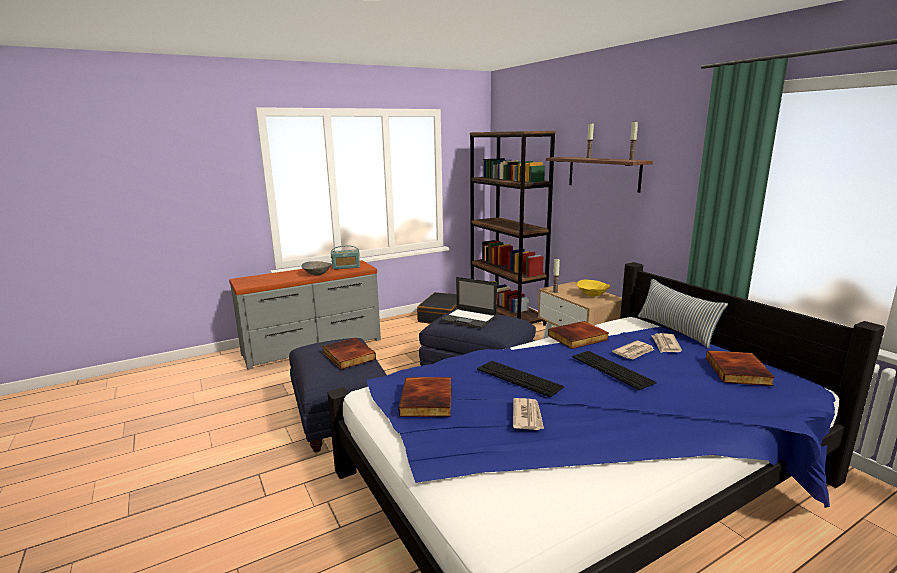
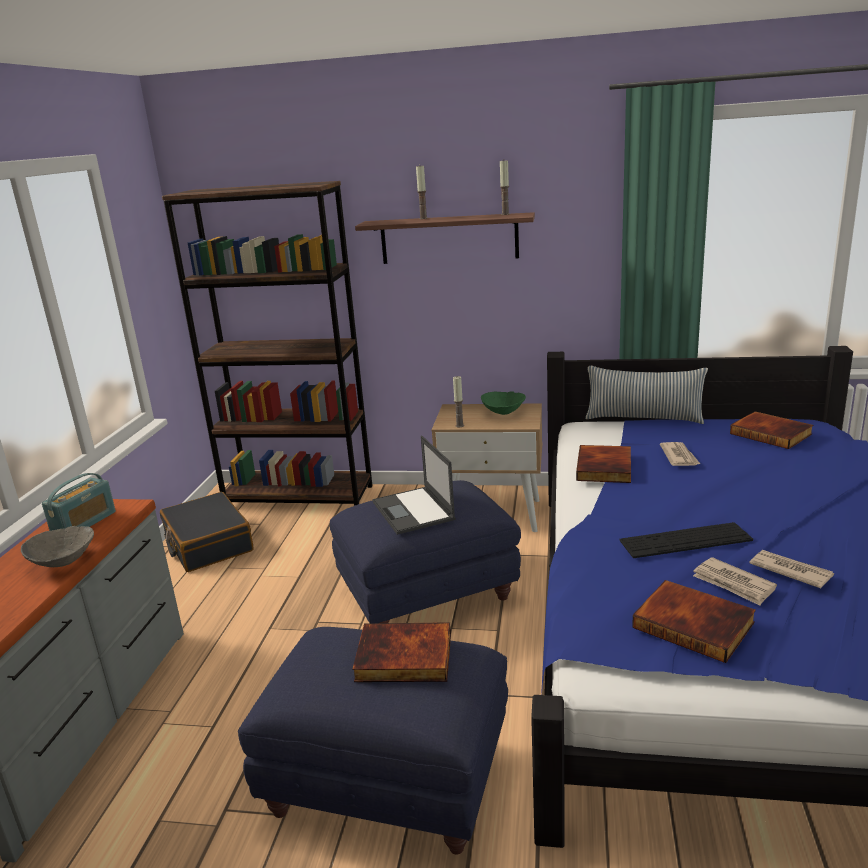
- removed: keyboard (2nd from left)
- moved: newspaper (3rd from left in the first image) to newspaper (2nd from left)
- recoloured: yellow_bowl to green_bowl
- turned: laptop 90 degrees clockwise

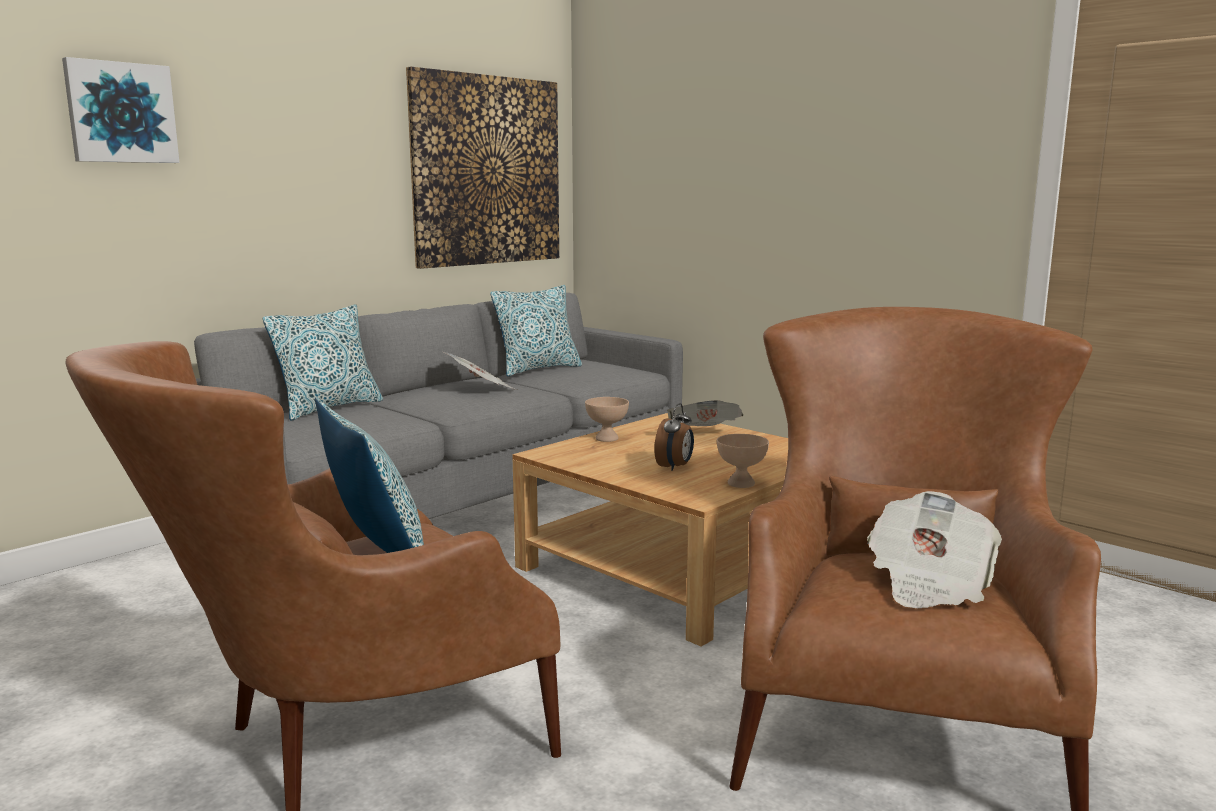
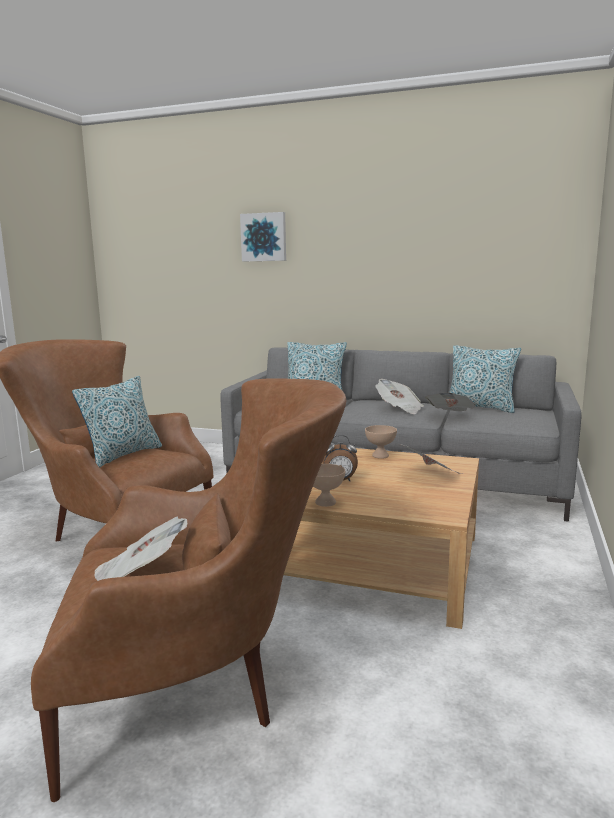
- removed: picture (2nd from left)
- added: newspaper (4th from left)

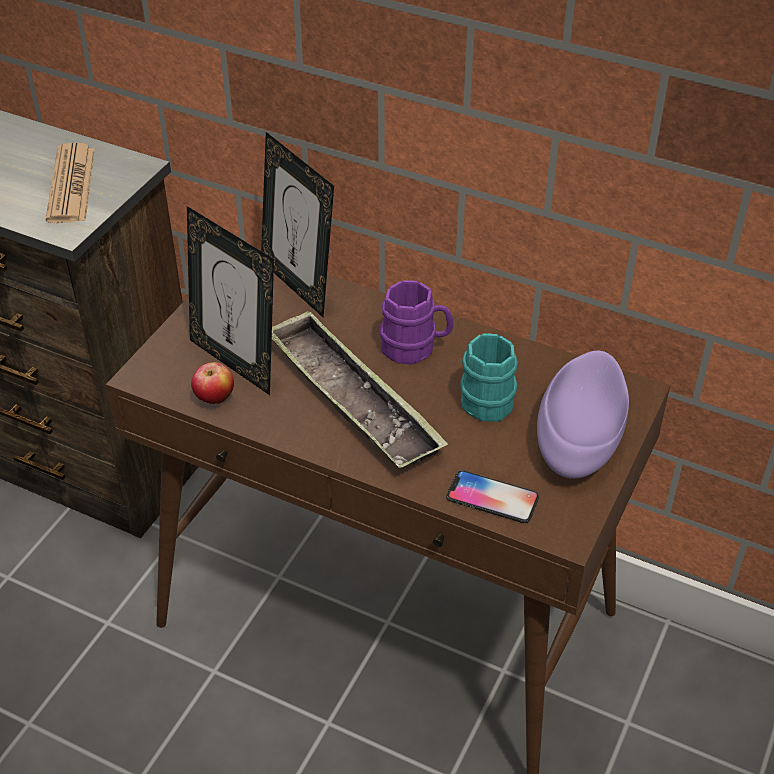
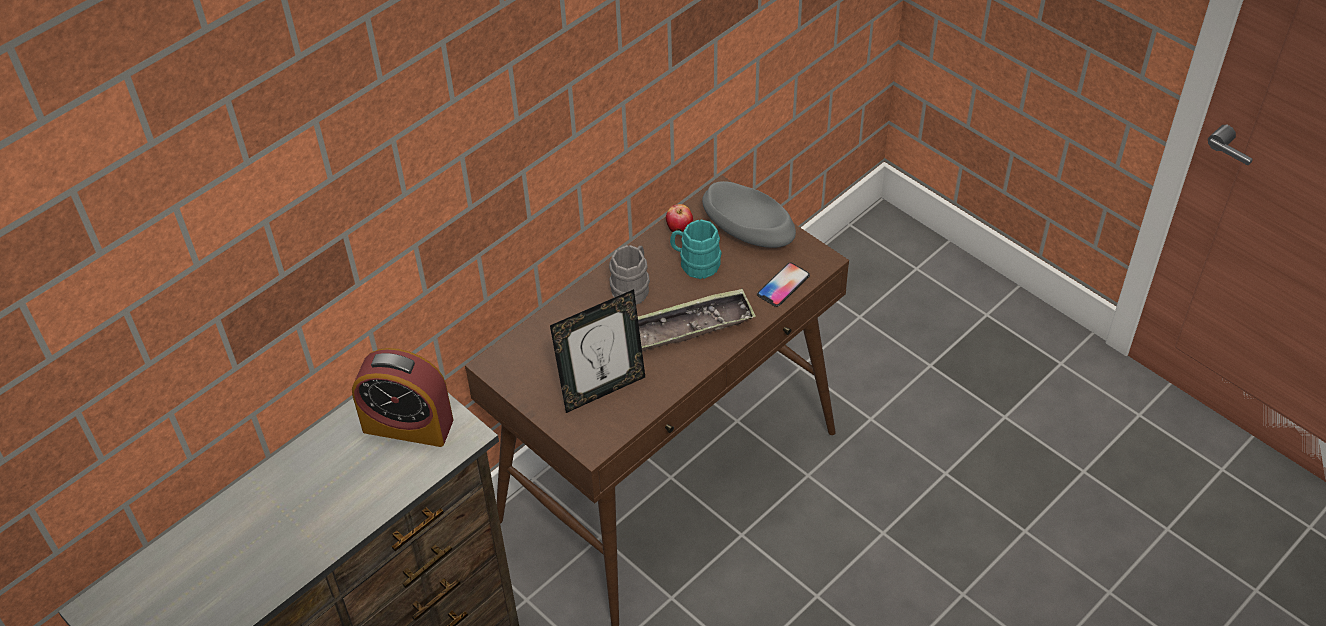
- removed: picture_frame (2nd from left)
- moved: apple
- replaced: newspaper to alarm_clock
- recoloured: purple_mug to grey_mug
- recoloured: purple_bowl to grey_bowl

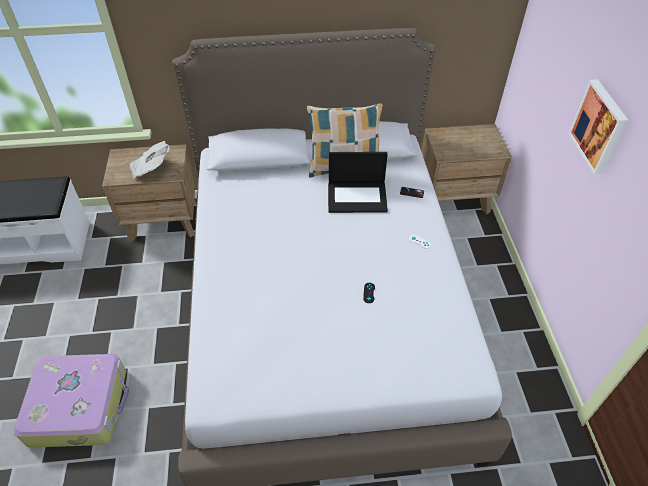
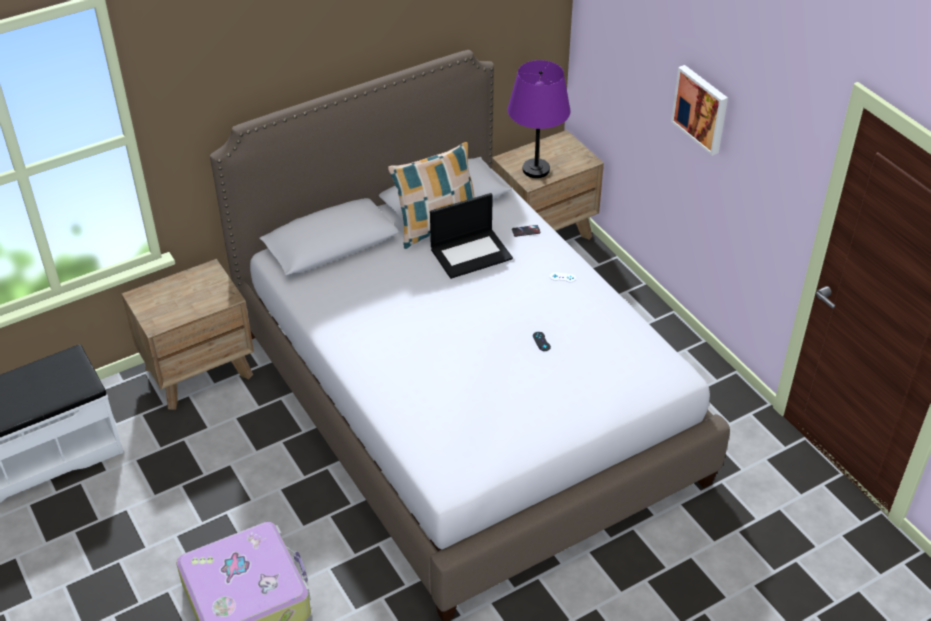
- removed: newspaper
- added: purple_table_lamp

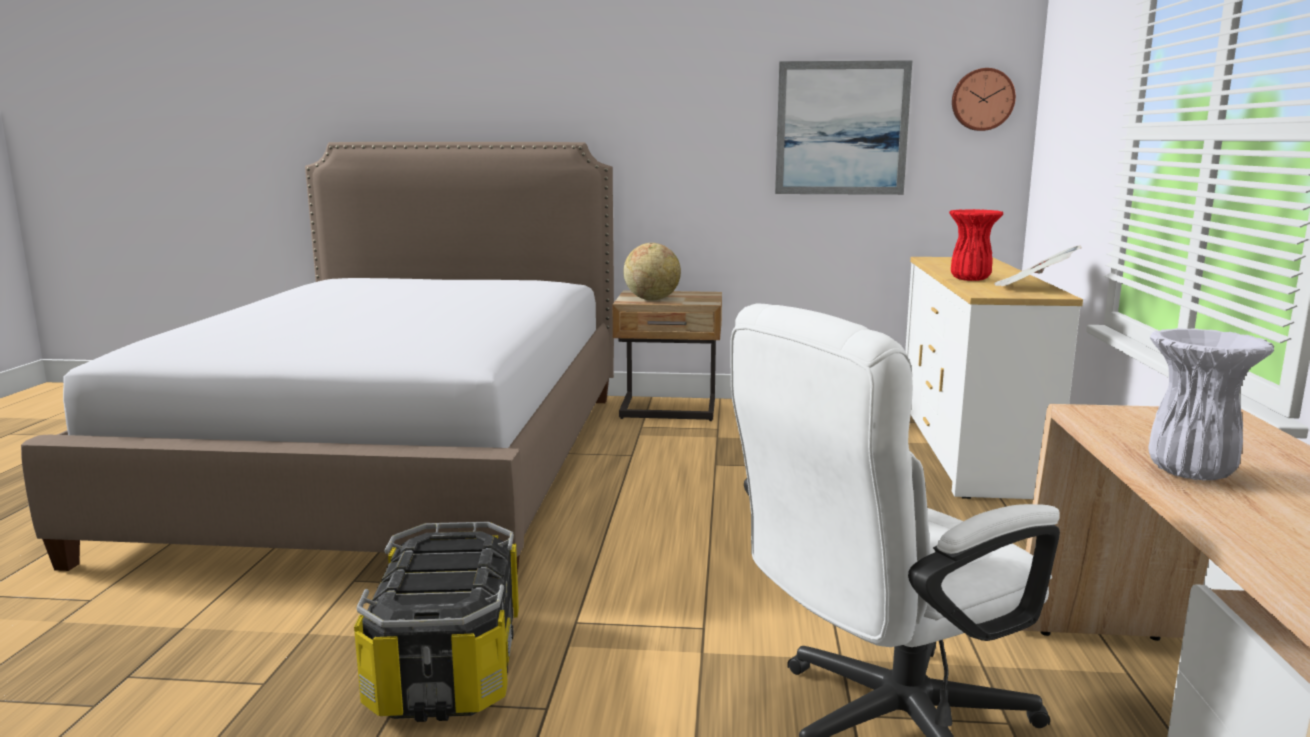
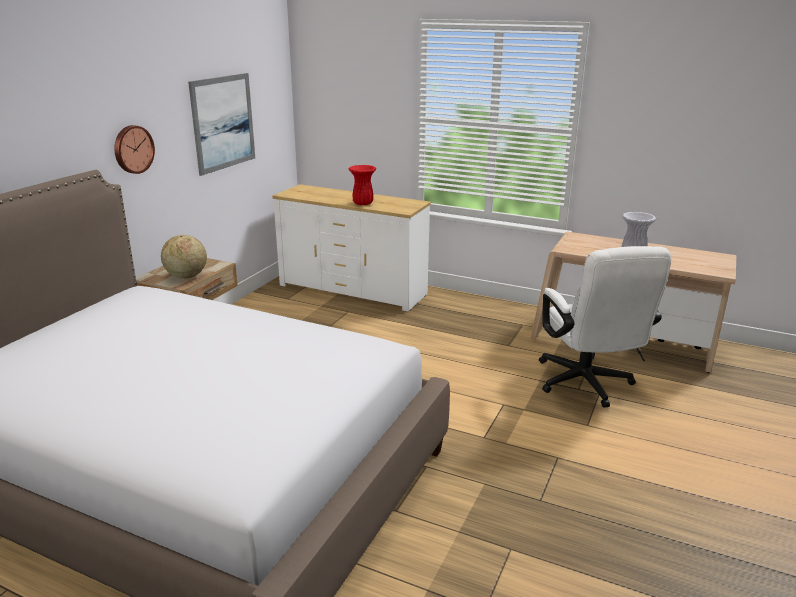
- removed: storage_box
- removed: newspaper
- moved: wall_clock

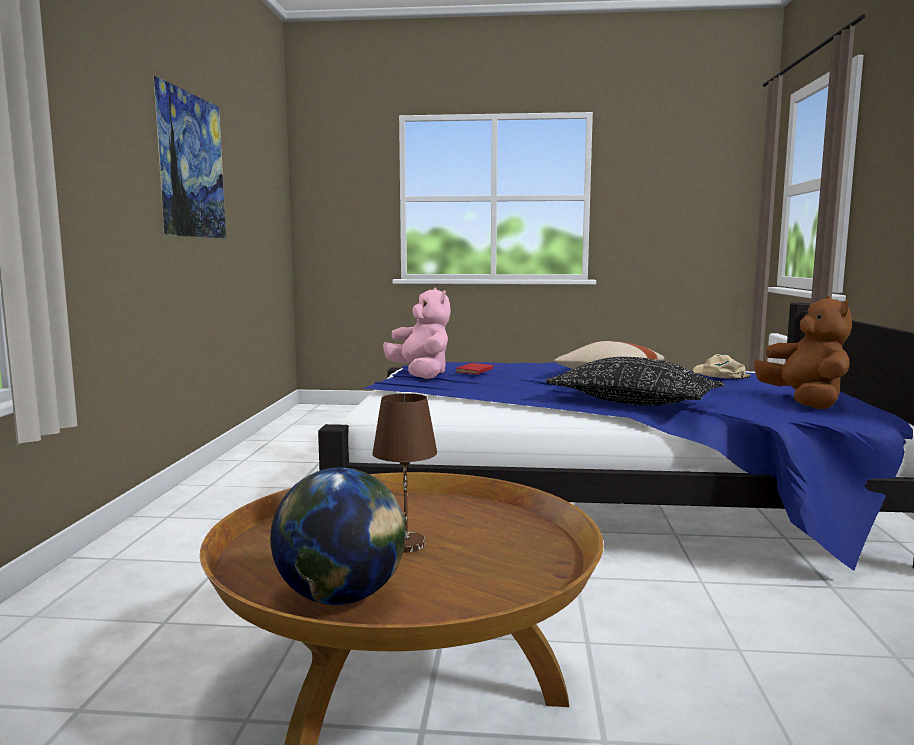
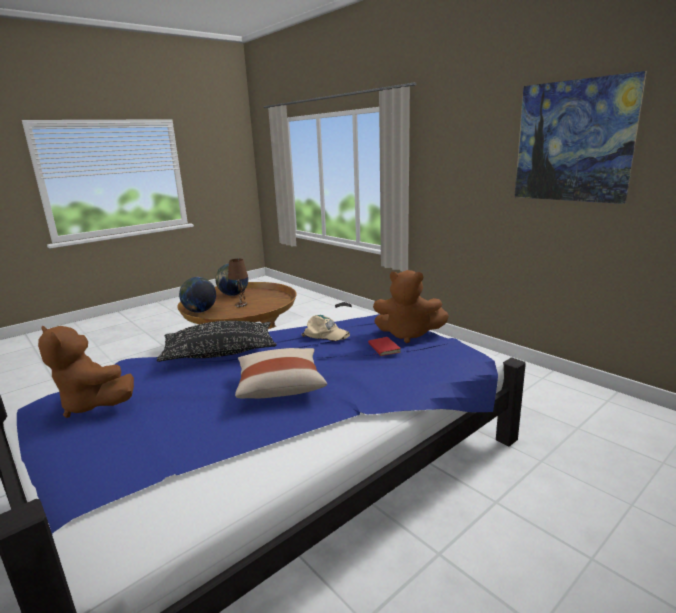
- added: globe (1st from left)
- moved: beige_cap
- recoloured: pink_plush_toy to brown_plush_toy (2nd from left)

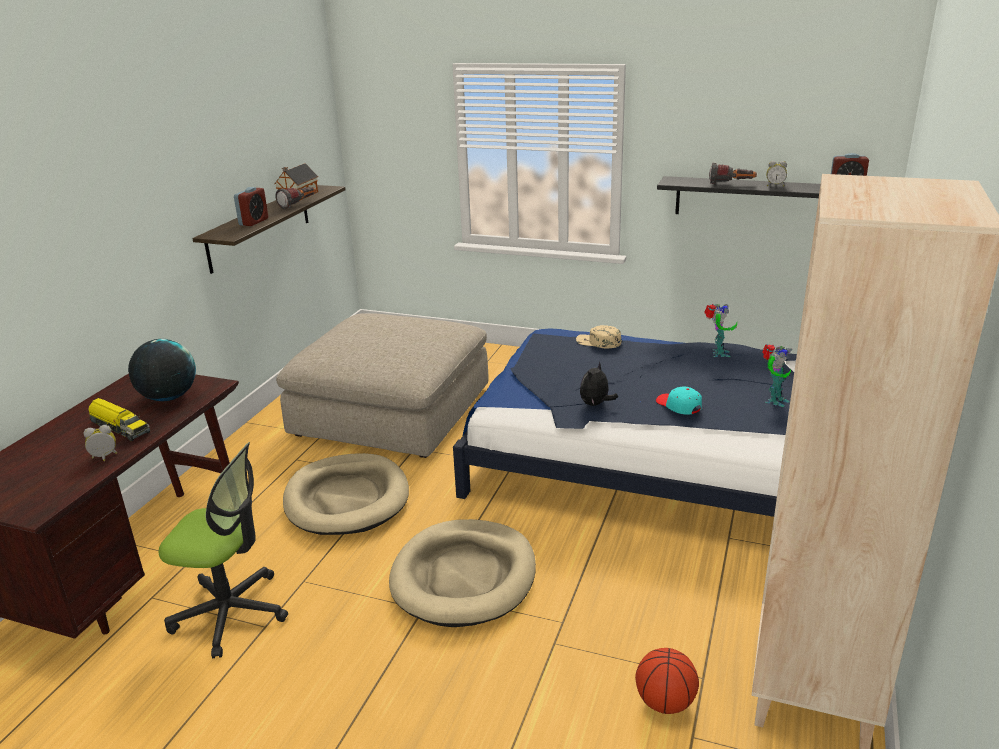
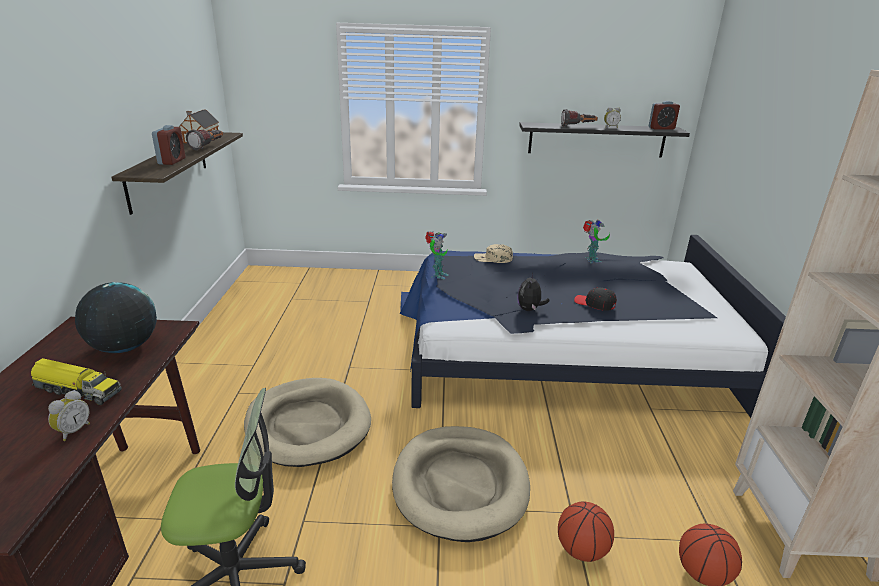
- removed: beige_ottoman
- added: basketball (1st from left)
- moved: toy_robot (2nd from left in the first image) to toy_robot (1st from left)
- recoloured: turquoise_cap to black_cap
- turned: alarm_clock (1st from left) 150 degrees clockwise

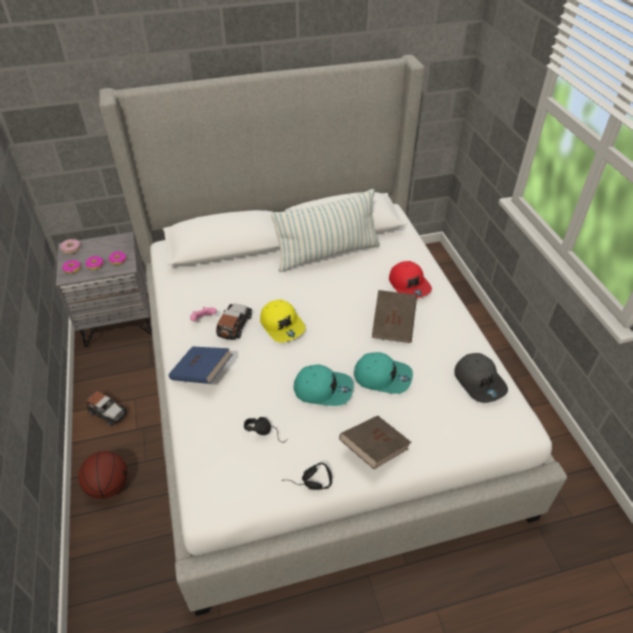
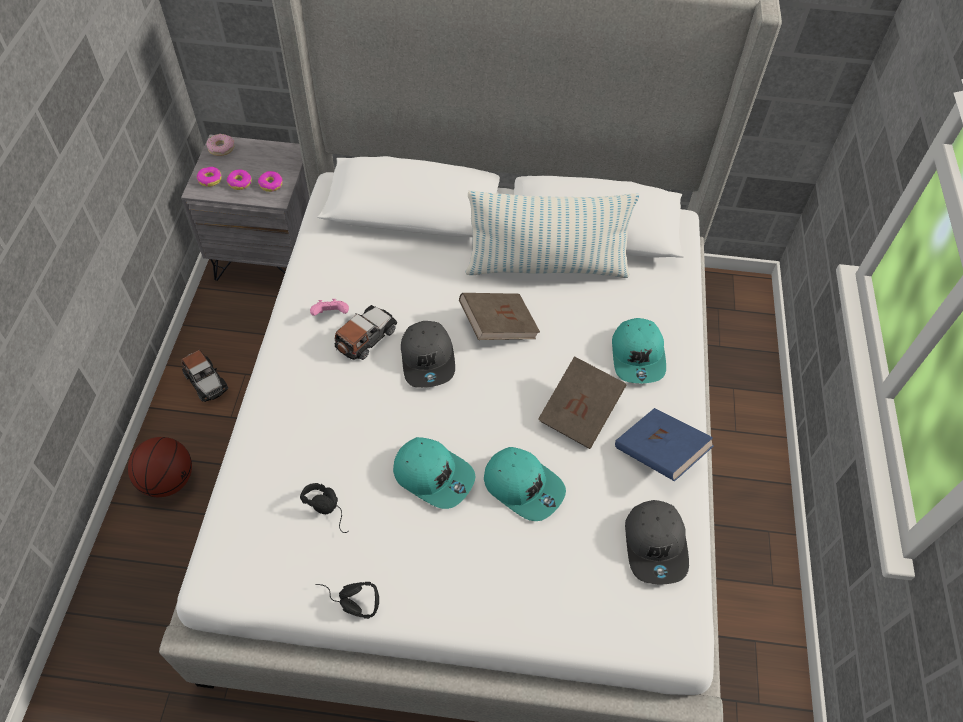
- moved: blue_book
- moved: brown_book (1st from left)
- recoloured: yellow_cap to grey_cap (1st from left)
- recoloured: red_cap to turquoise_cap (3rd from left)

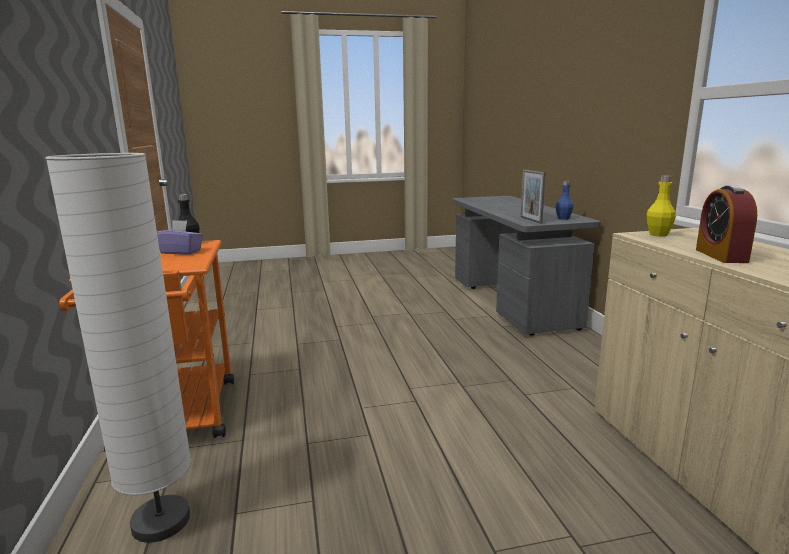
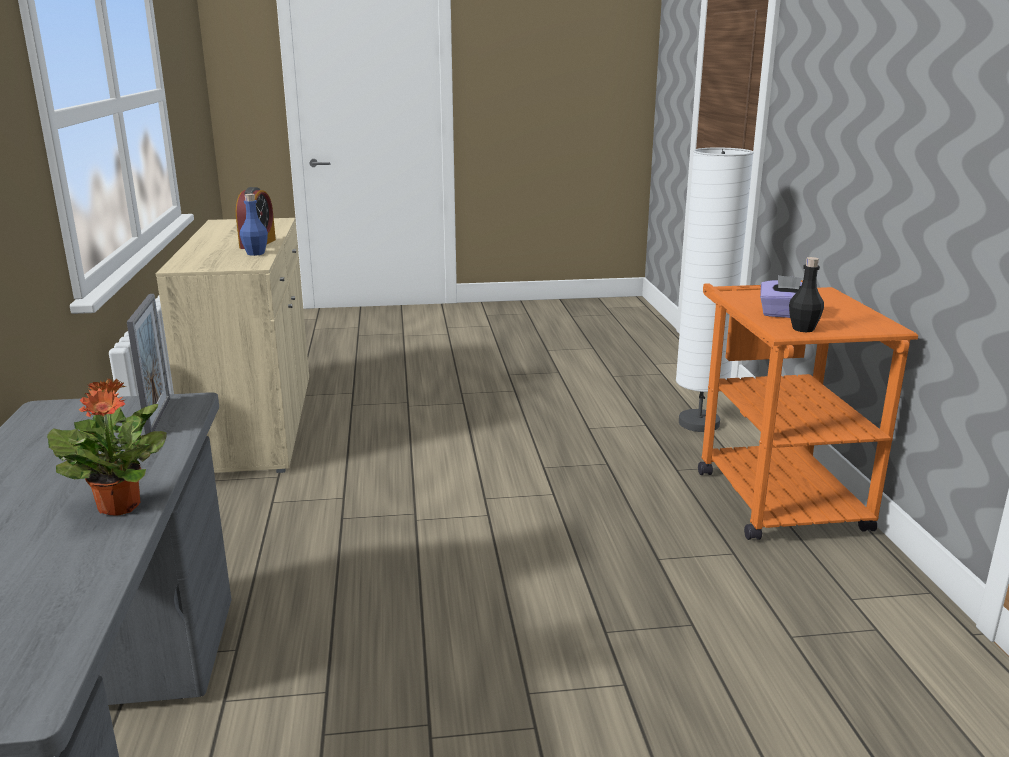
- removed: yellow_bottle
- added: potted_plant
- moved: blue_bottle

